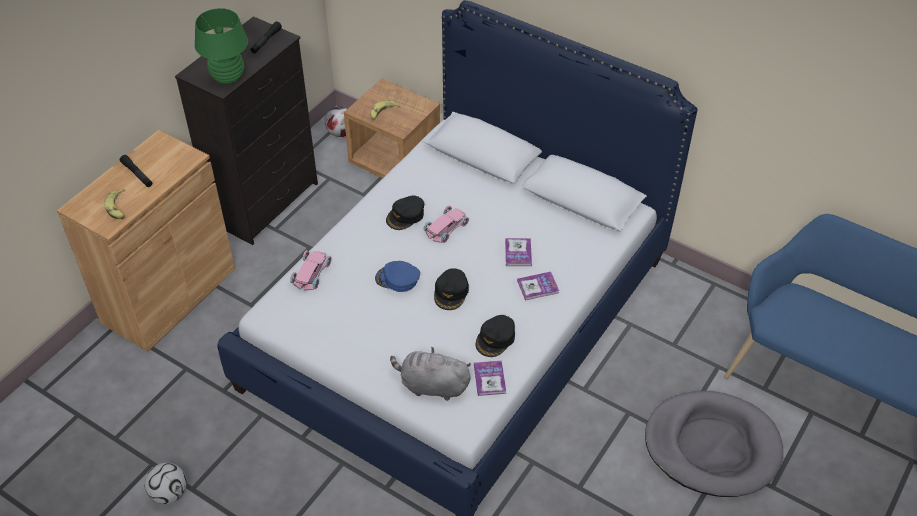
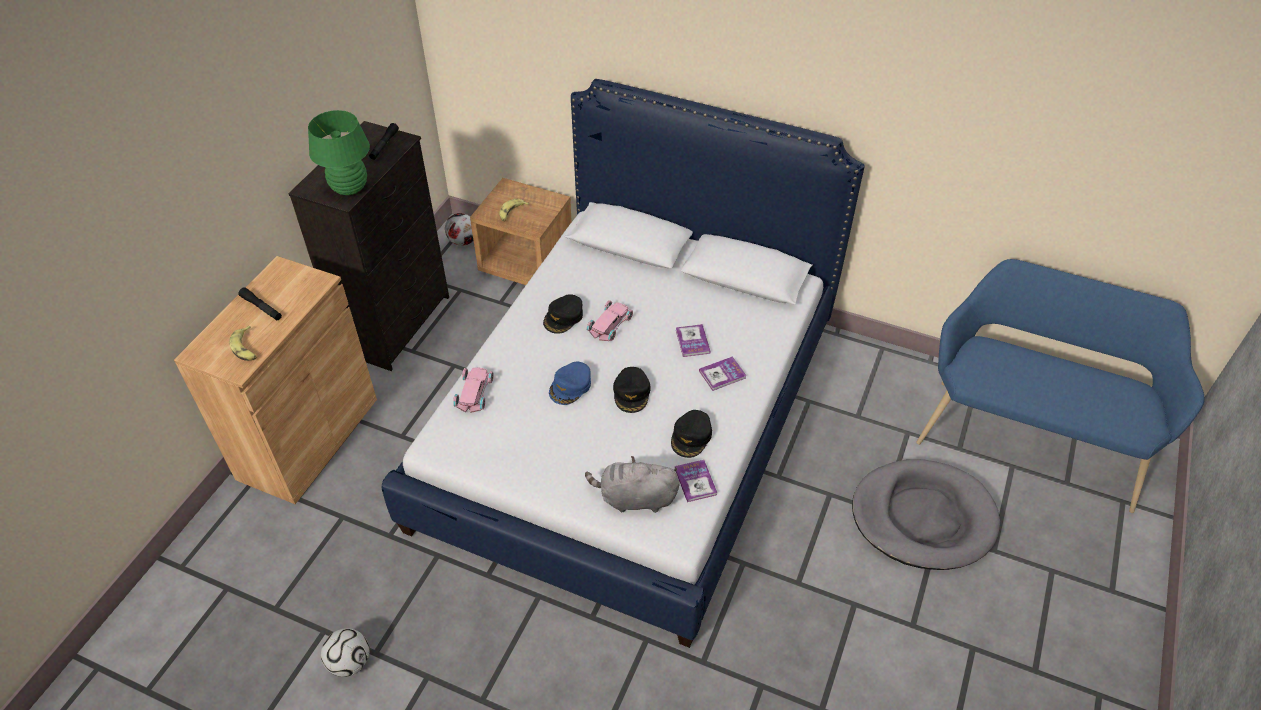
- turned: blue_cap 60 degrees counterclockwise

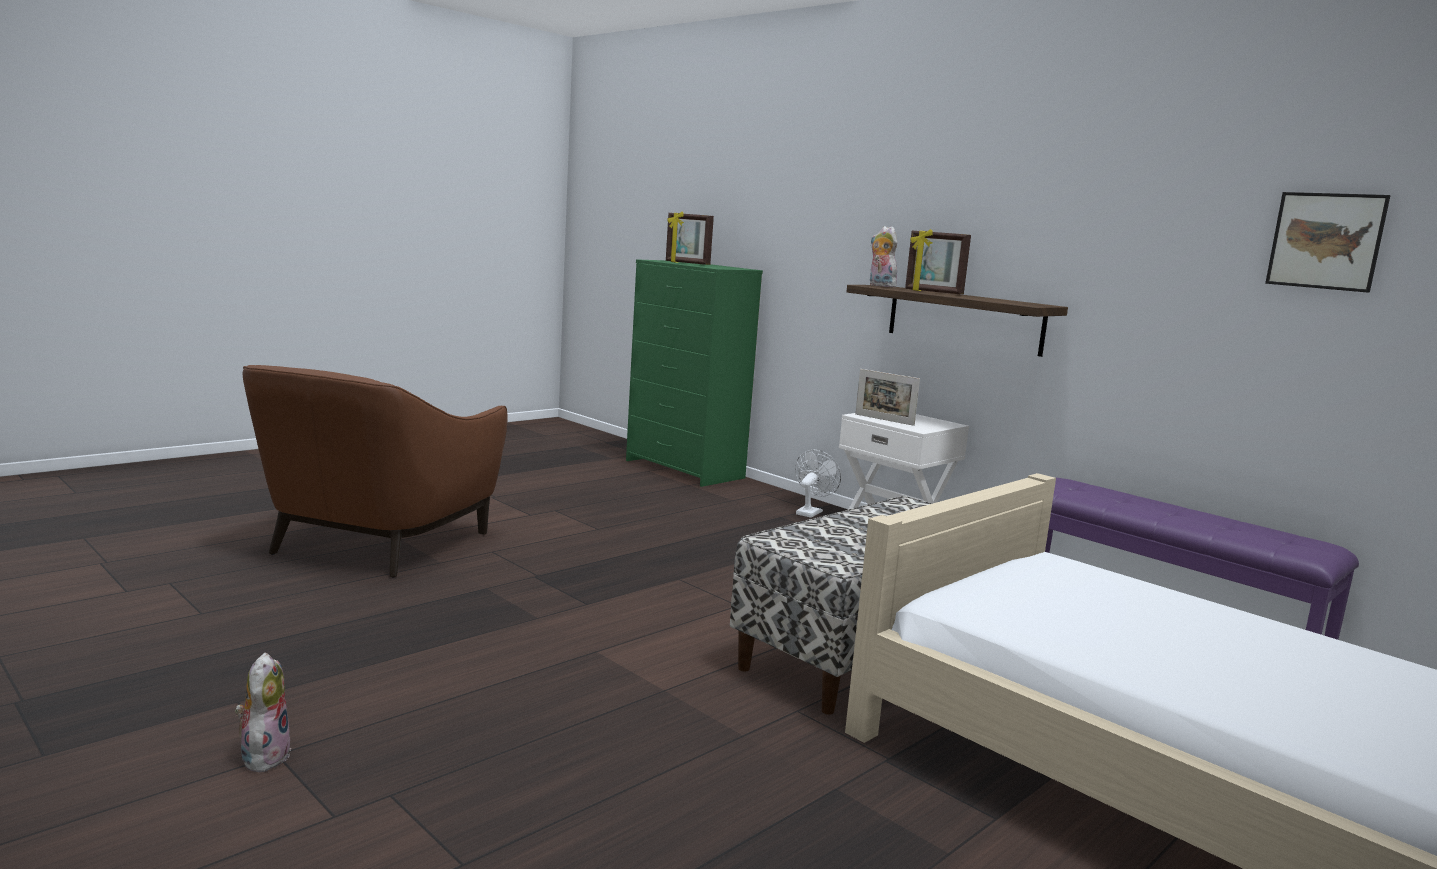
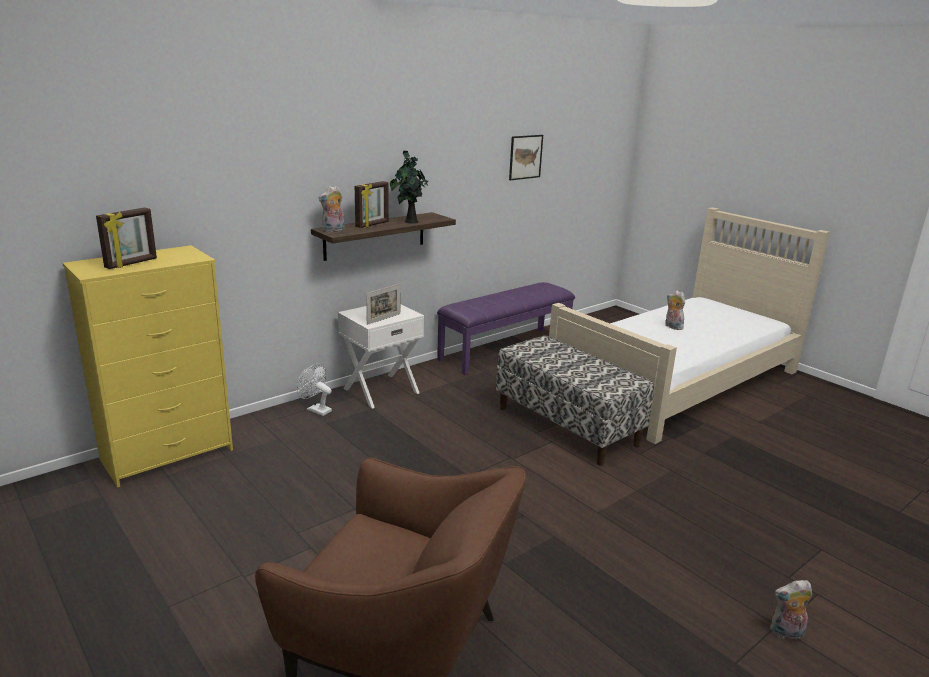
- added: potted_plant
- added: plush_toy (2nd from left)
- recoloured: green_dresser to yellow_dresser

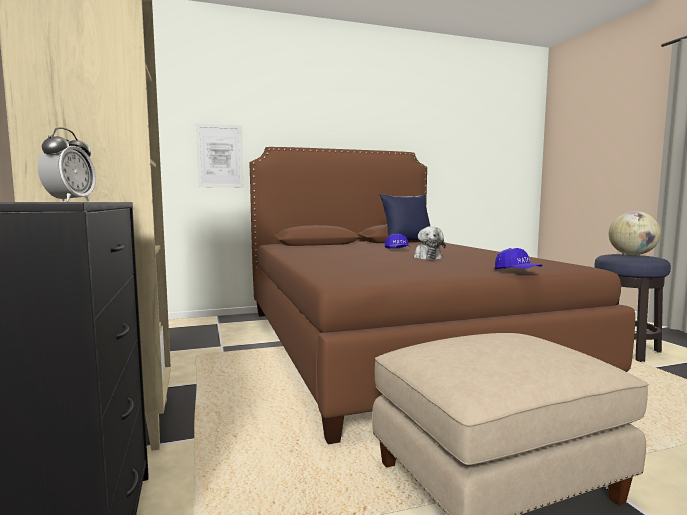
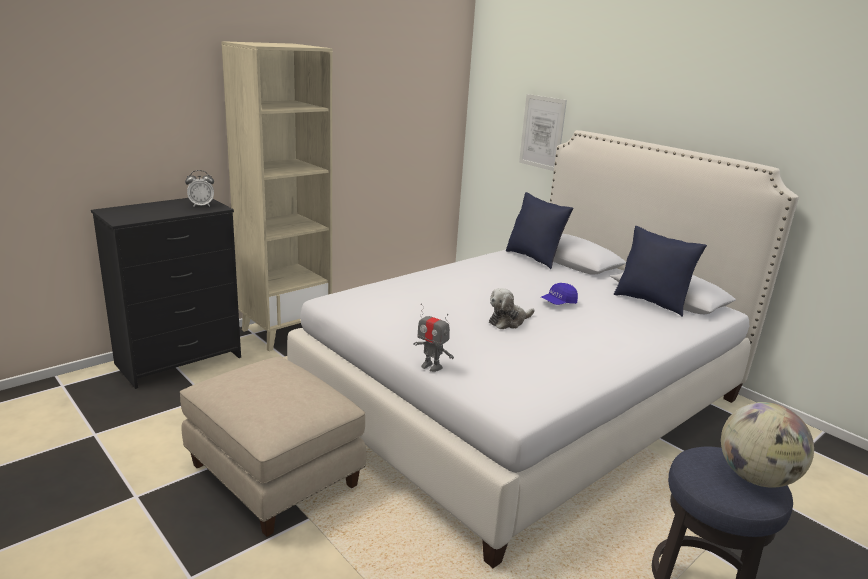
- added: blue_pillow (1st from left)
- replaced: blue_cap (2nd from left) to toy_robot
- recoloured: brown_bed to white_bed

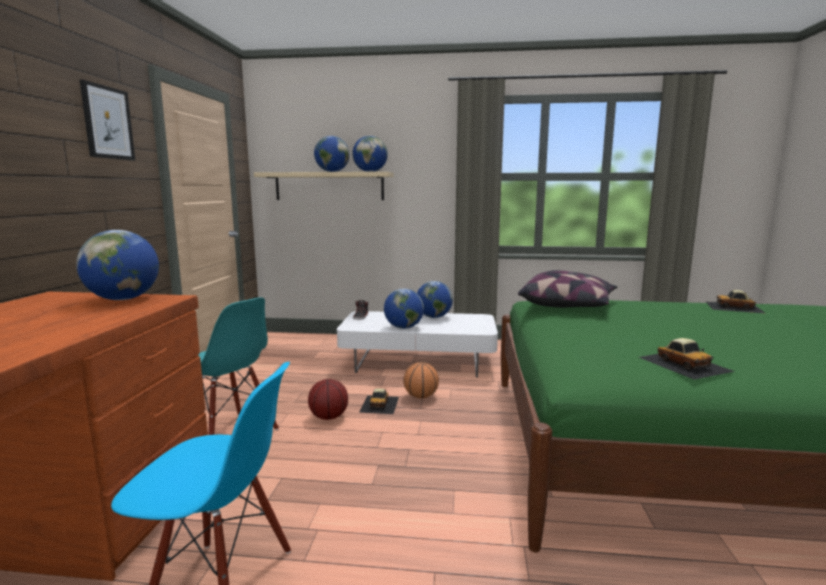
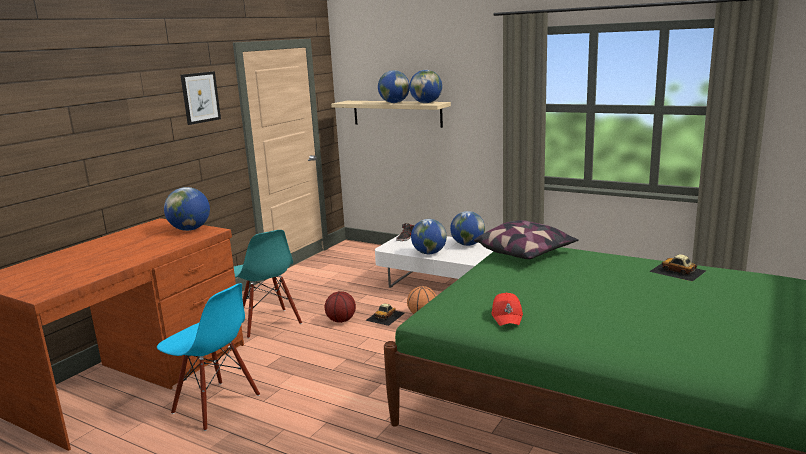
- replaced: toy_car (2nd from left) to red_cap

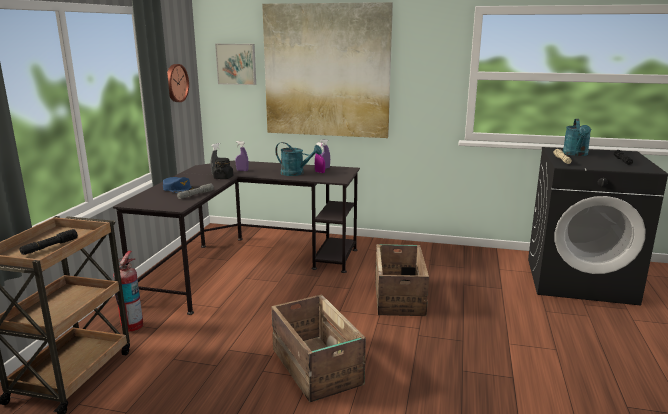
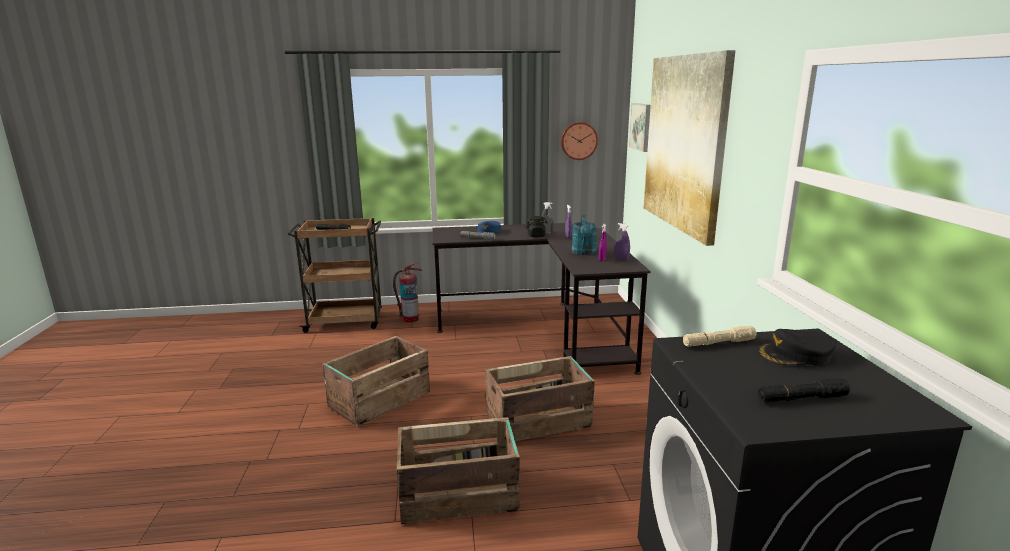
- added: crate (2nd from left)
- replaced: turquoise_watering_can (2nd from left) to black_cap

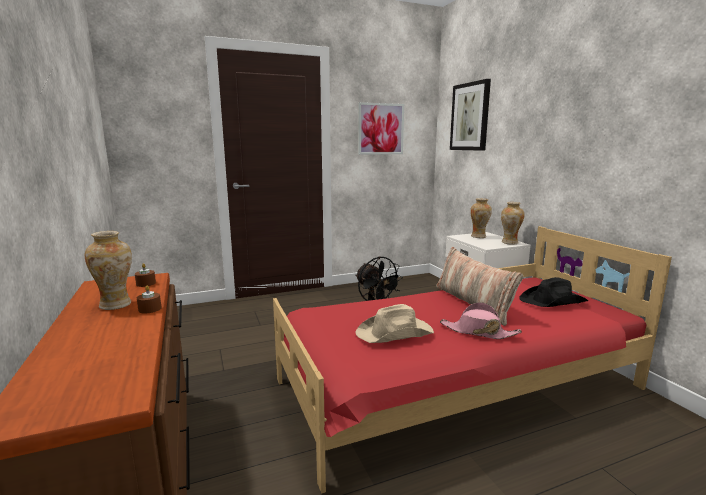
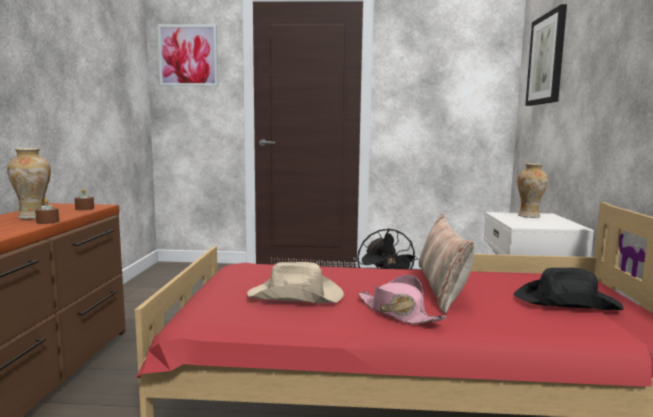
- removed: vase (3rd from left)
- moved: picture (1st from left)

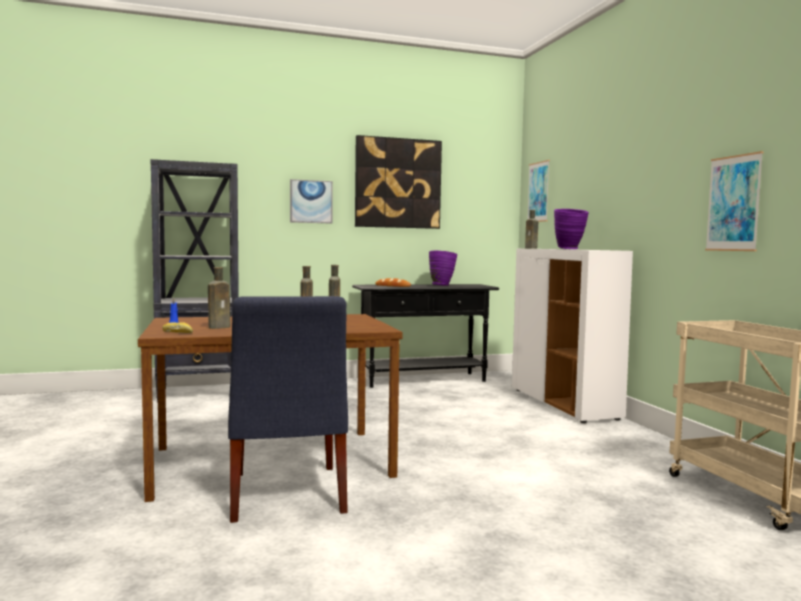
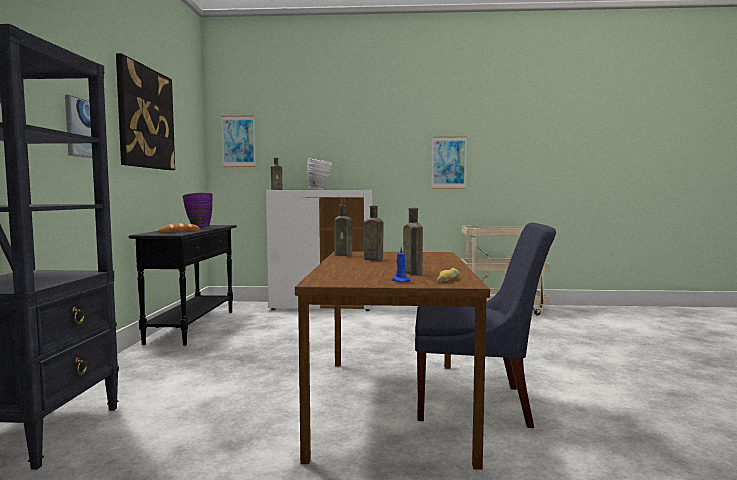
- recoloured: purple_vase (2nd from left) to white_vase

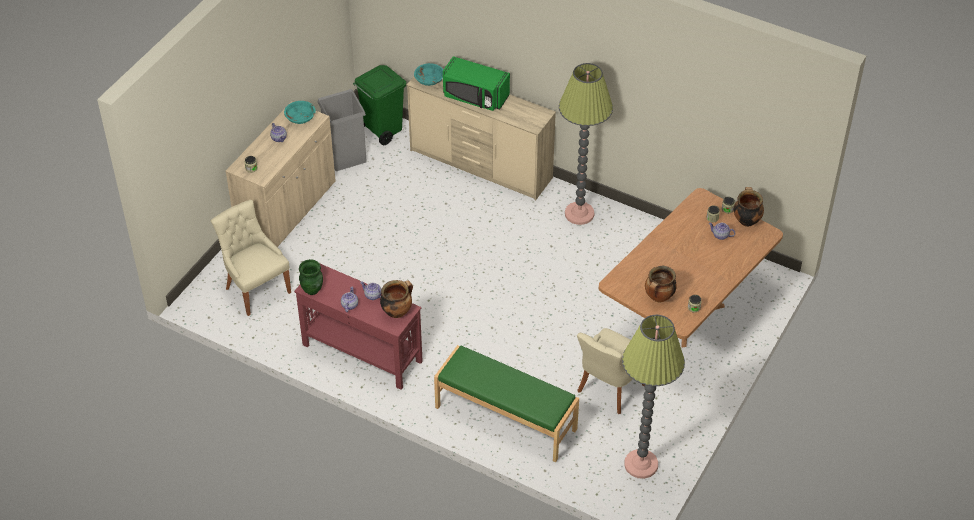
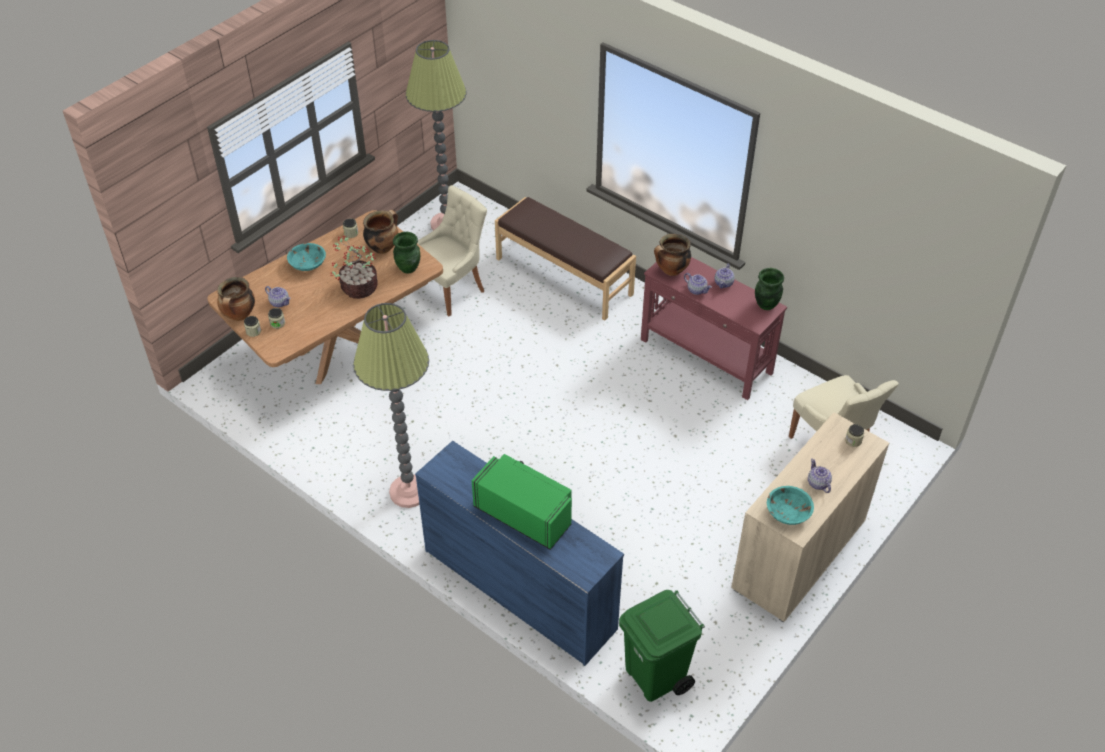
- removed: grey_trash_can
- added: potted_plant
- added: green_vase (1st from left)
- moved: turquoise_bowl (2nd from left in the first image) to turquoise_bowl (1st from left)
- recoloured: beige_dresser to blue_dresser
- recoloured: green_bench to brown_bench

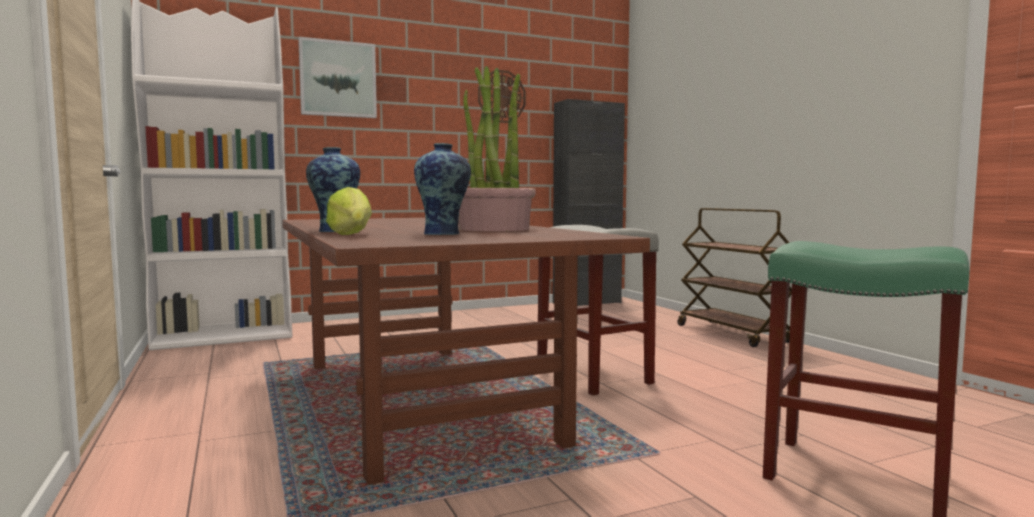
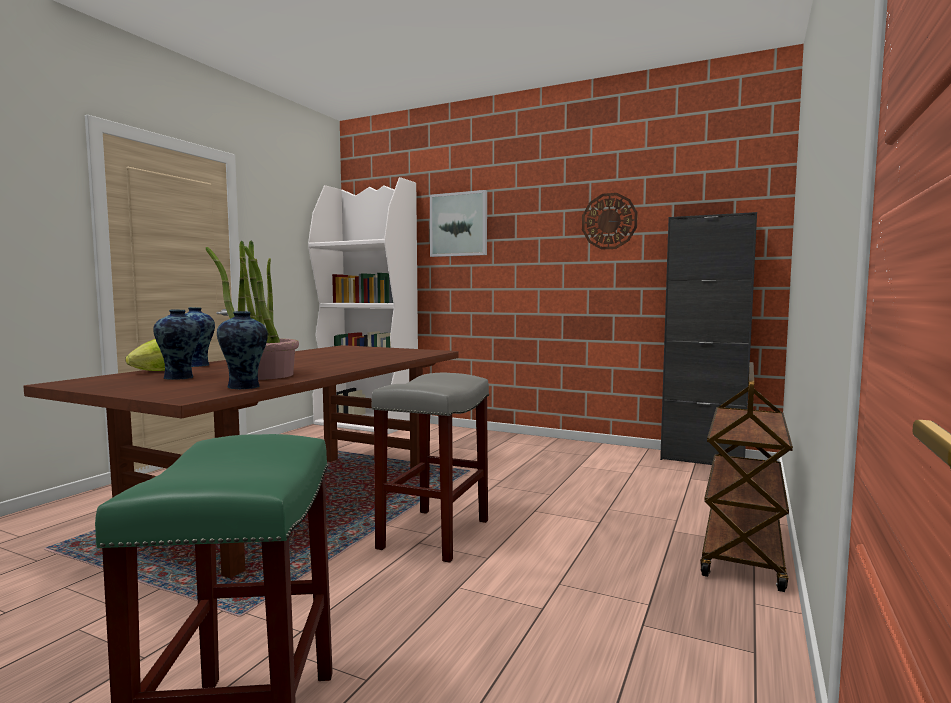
- added: vase (3rd from left)

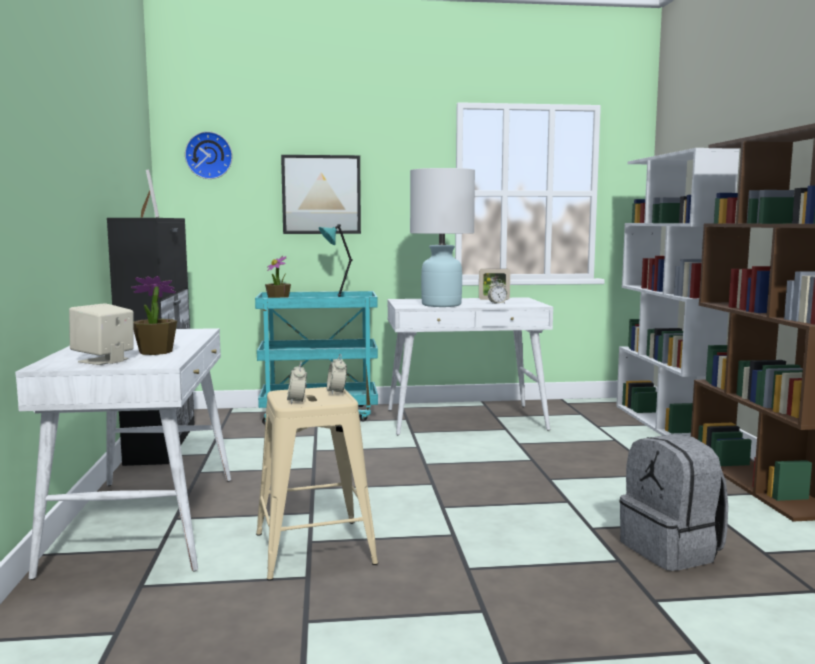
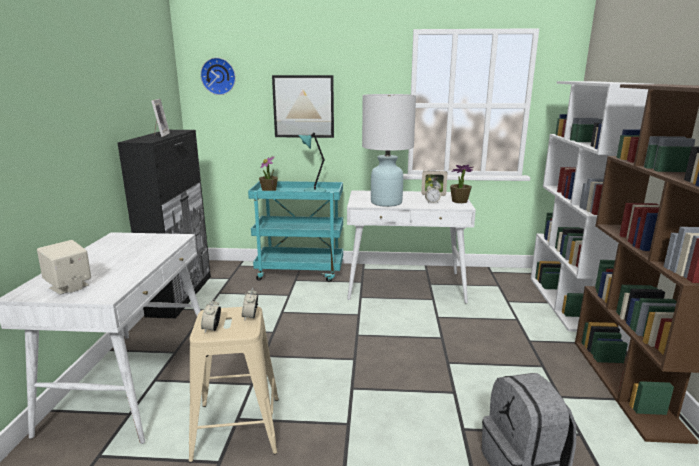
- moved: potted_plant (1st from left in the first image) to potted_plant (2nd from left)

